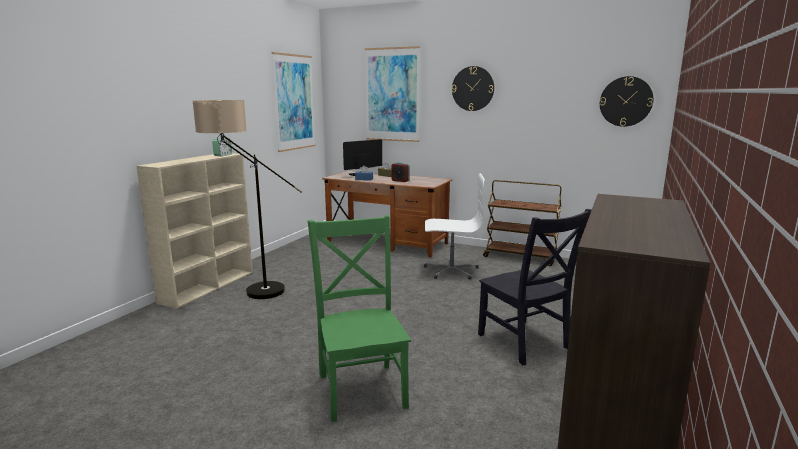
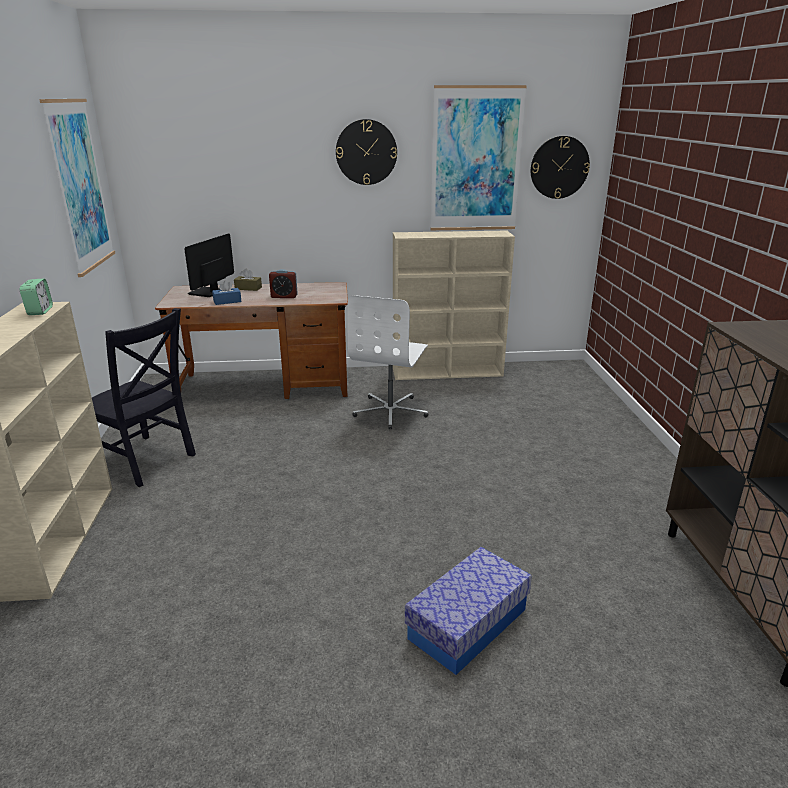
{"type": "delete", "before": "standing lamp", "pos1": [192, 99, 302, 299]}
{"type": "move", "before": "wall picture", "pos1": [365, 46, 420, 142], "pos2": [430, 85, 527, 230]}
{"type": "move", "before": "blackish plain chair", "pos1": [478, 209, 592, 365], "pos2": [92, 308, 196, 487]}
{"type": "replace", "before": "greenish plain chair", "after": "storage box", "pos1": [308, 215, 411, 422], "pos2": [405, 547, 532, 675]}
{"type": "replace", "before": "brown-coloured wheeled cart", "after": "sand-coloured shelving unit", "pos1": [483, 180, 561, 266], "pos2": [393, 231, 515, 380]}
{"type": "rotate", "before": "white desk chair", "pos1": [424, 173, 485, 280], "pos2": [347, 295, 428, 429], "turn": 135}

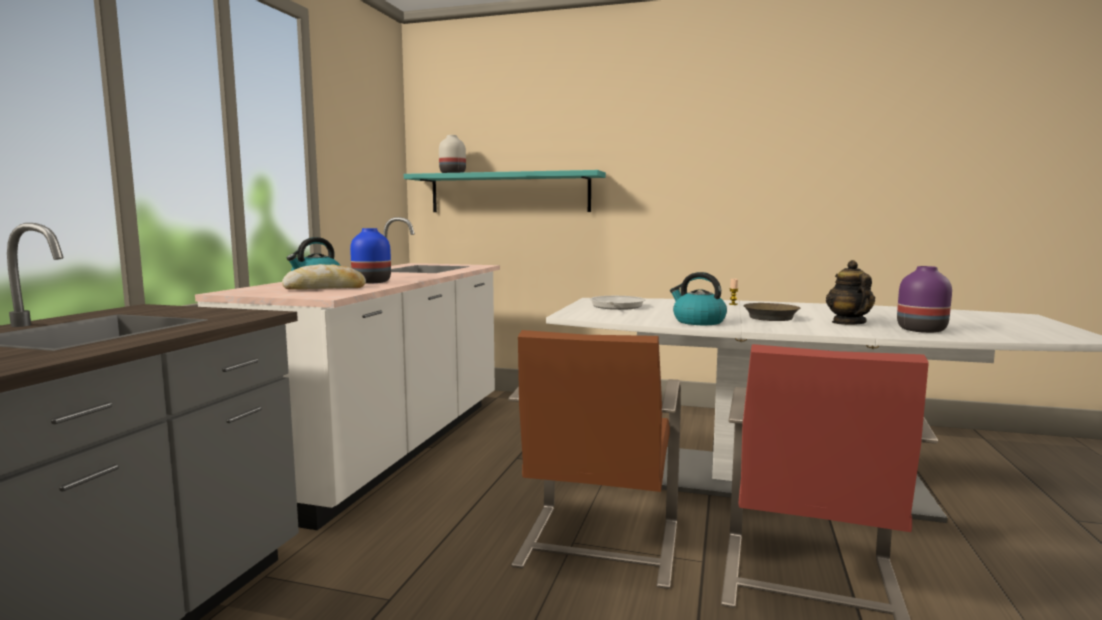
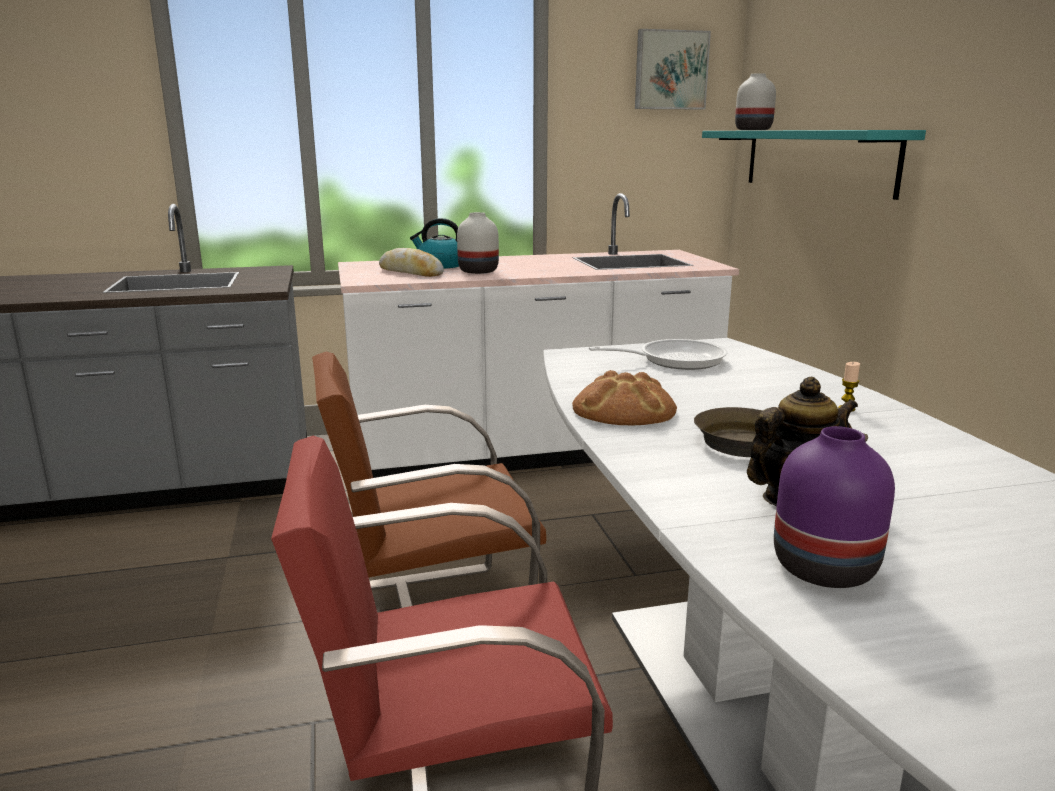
{"type": "insert", "after": "wall picture", "pos2": [635, 29, 711, 110]}
{"type": "replace", "before": "kettle", "after": "bakery bread", "pos1": [670, 272, 727, 325], "pos2": [572, 370, 677, 425]}
{"type": "recolor", "before": "bluish decorative vase", "after": "white decorative vase", "pos1": [350, 228, 391, 284], "pos2": [457, 212, 499, 274]}

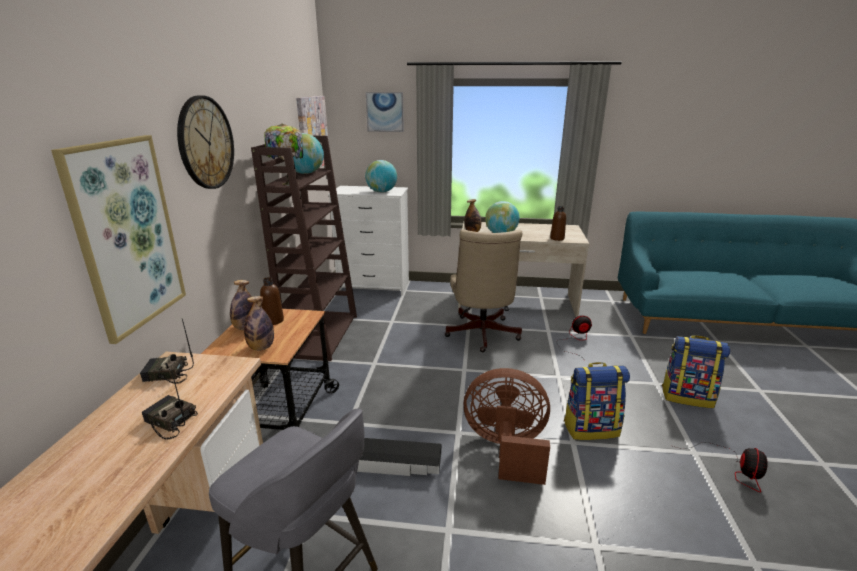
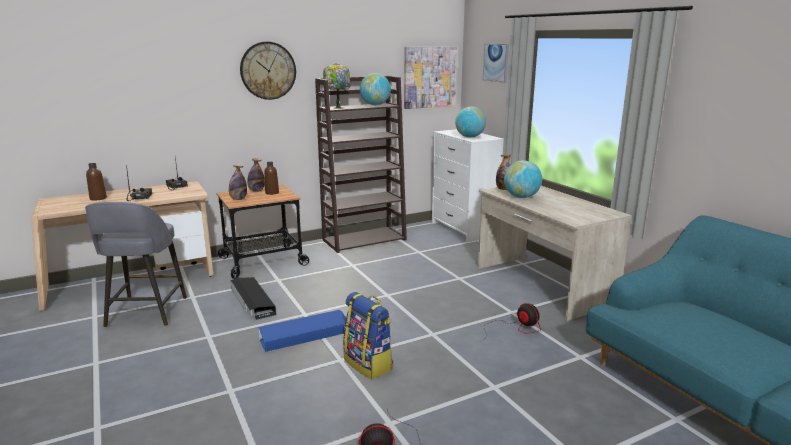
{"type": "delete", "before": "wall picture", "pos1": [51, 135, 186, 344]}
{"type": "delete", "before": "sand-coloured desk chair", "pos1": [445, 230, 522, 352]}
{"type": "delete", "before": "knapsack", "pos1": [662, 335, 730, 408]}
{"type": "move", "before": "brown-coloured beverage bottle", "pos1": [550, 206, 566, 241], "pos2": [86, 163, 107, 201]}
{"type": "replace", "before": "brown-coloured electric fan", "after": "bluish storage box", "pos1": [463, 368, 550, 485], "pos2": [258, 310, 346, 352]}

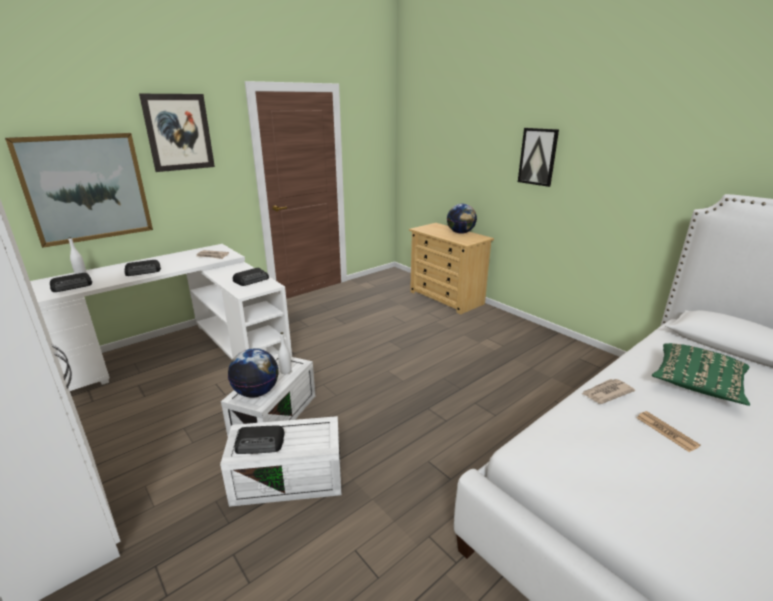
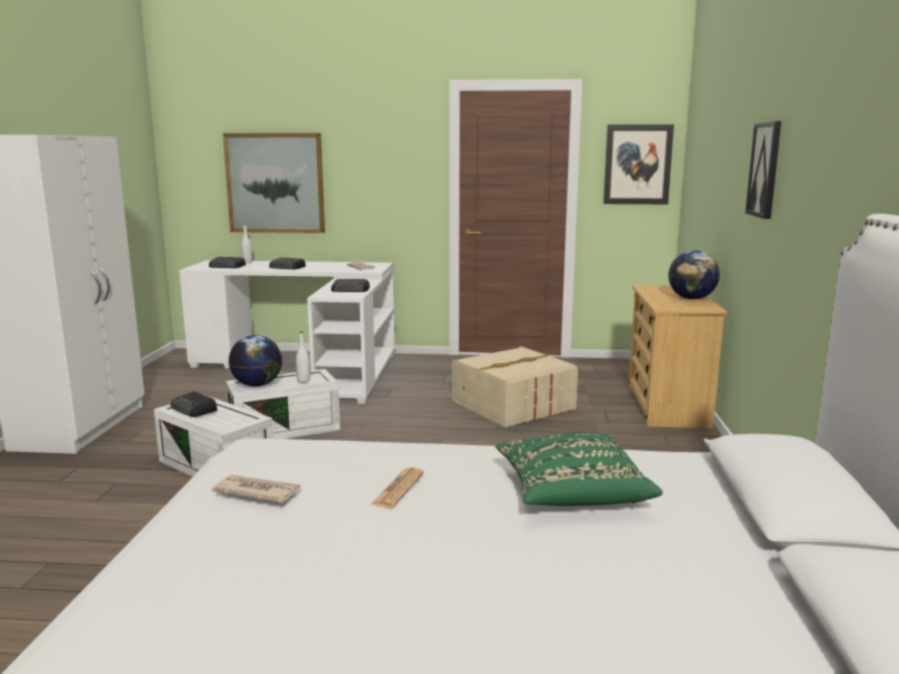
{"type": "insert", "after": "sand-coloured storage box", "pos2": [452, 346, 578, 427]}
{"type": "move", "before": "wall picture", "pos1": [139, 94, 215, 172], "pos2": [603, 124, 674, 204]}
{"type": "move", "before": "printed paper", "pos1": [582, 379, 635, 404], "pos2": [211, 475, 301, 503]}

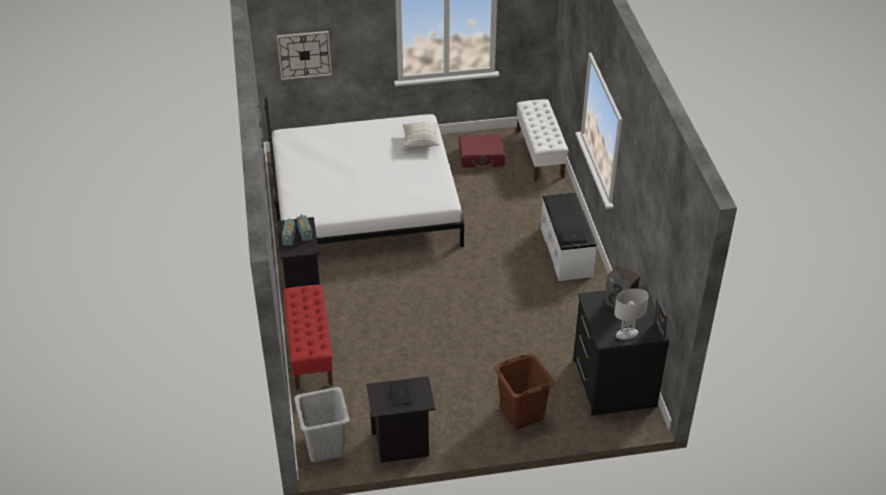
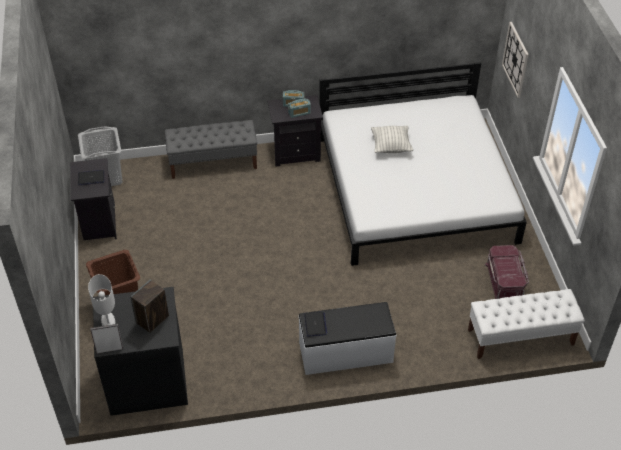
{"type": "move", "before": "throw pillow", "pos1": [403, 122, 440, 148], "pos2": [371, 125, 413, 153]}
{"type": "replace", "before": "red piece of luggage", "after": "red storage box", "pos1": [459, 134, 505, 169], "pos2": [485, 245, 529, 299]}
{"type": "recolor", "before": "red bench", "after": "gray bench", "pos1": [283, 285, 333, 390], "pos2": [165, 120, 257, 179]}

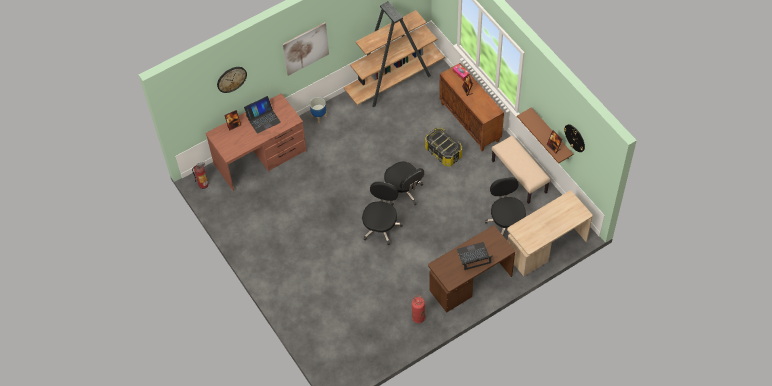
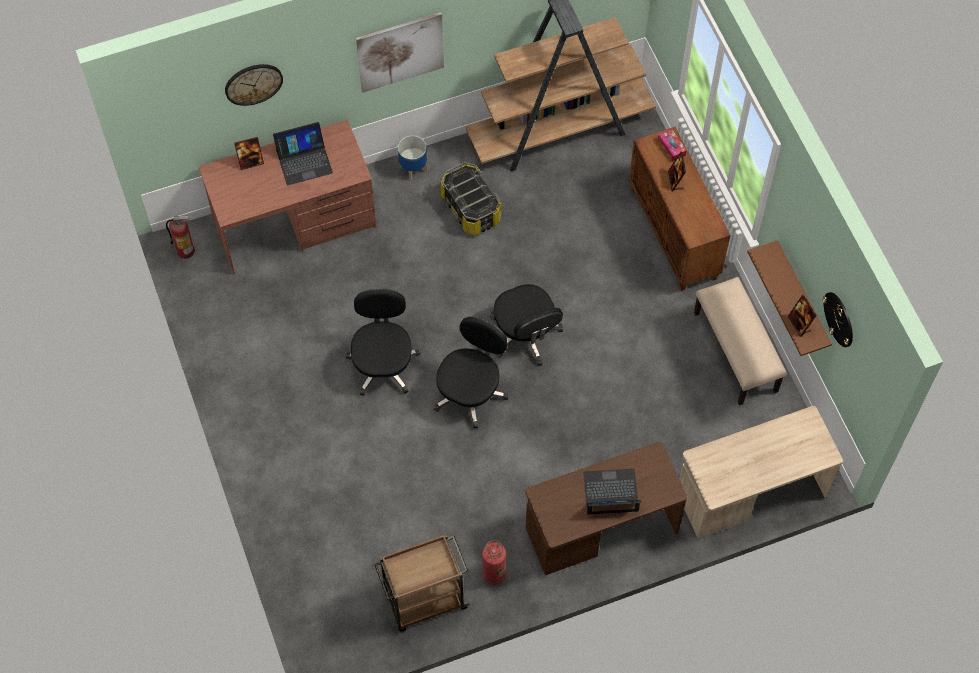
{"type": "insert", "after": "brown-coloured wheeled cart", "pos2": [374, 534, 470, 632]}
{"type": "move", "before": "storage box", "pos1": [425, 127, 462, 166], "pos2": [441, 162, 501, 236]}
{"type": "move", "before": "blackish desk chair", "pos1": [485, 177, 526, 235], "pos2": [346, 289, 420, 396]}

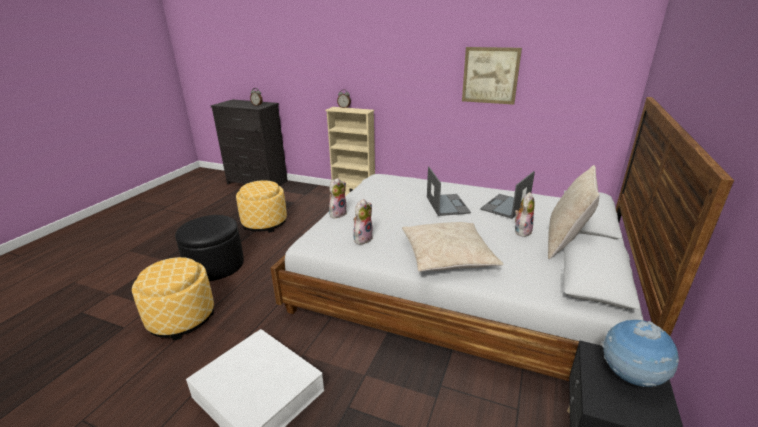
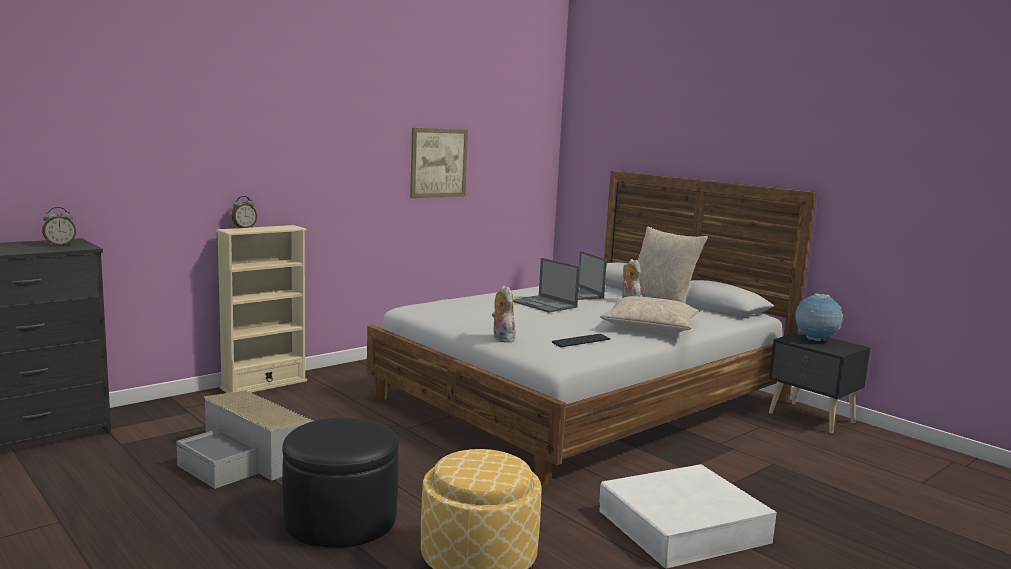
{"type": "replace", "before": "ottoman", "after": "gray storage box", "pos1": [236, 180, 287, 233], "pos2": [176, 390, 314, 489]}
{"type": "replace", "before": "plush toy", "after": "computer keyboard", "pos1": [353, 199, 373, 245], "pos2": [552, 334, 610, 347]}
{"type": "rotate", "before": "portable computer", "pos1": [427, 167, 471, 216], "pos2": [513, 258, 580, 313], "turn": -150}

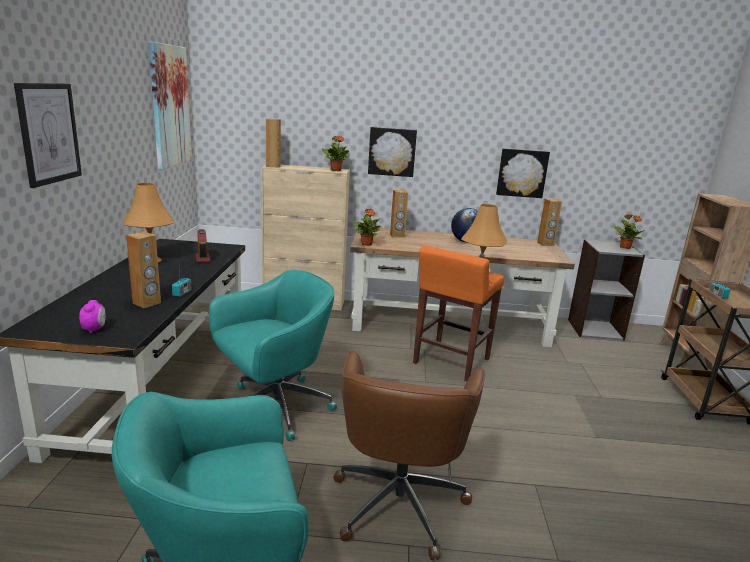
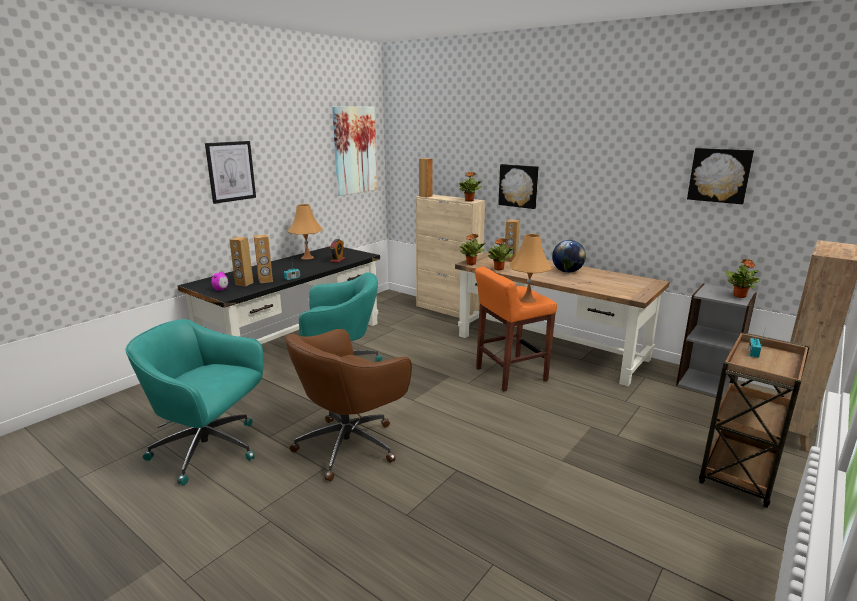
{"type": "insert", "after": "houseplant", "pos2": [488, 238, 513, 270]}
{"type": "move", "before": "wall picture", "pos1": [496, 148, 550, 198], "pos2": [687, 148, 754, 204]}
{"type": "move", "before": "brown-coloured loudspeaker", "pos1": [537, 199, 562, 246], "pos2": [229, 237, 254, 286]}

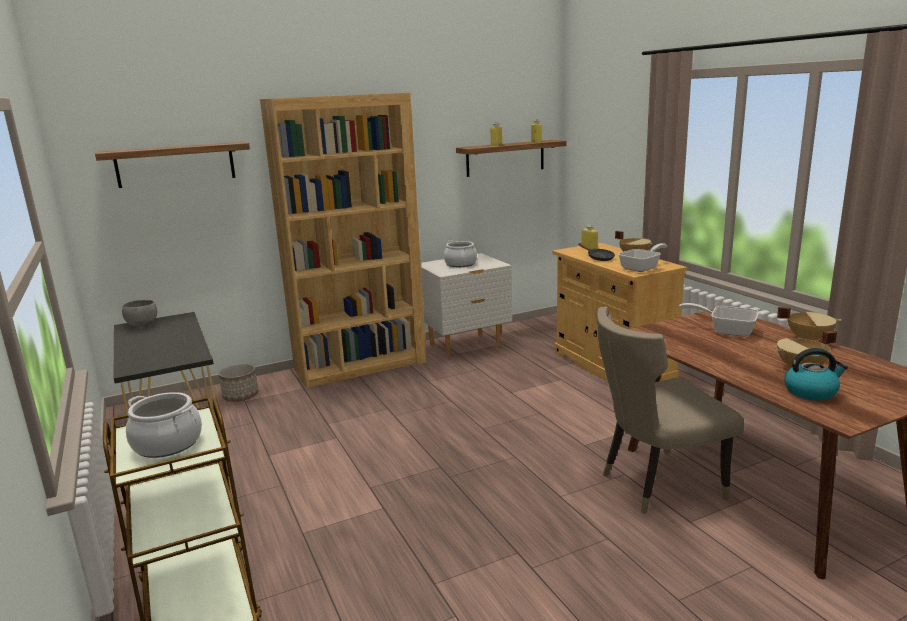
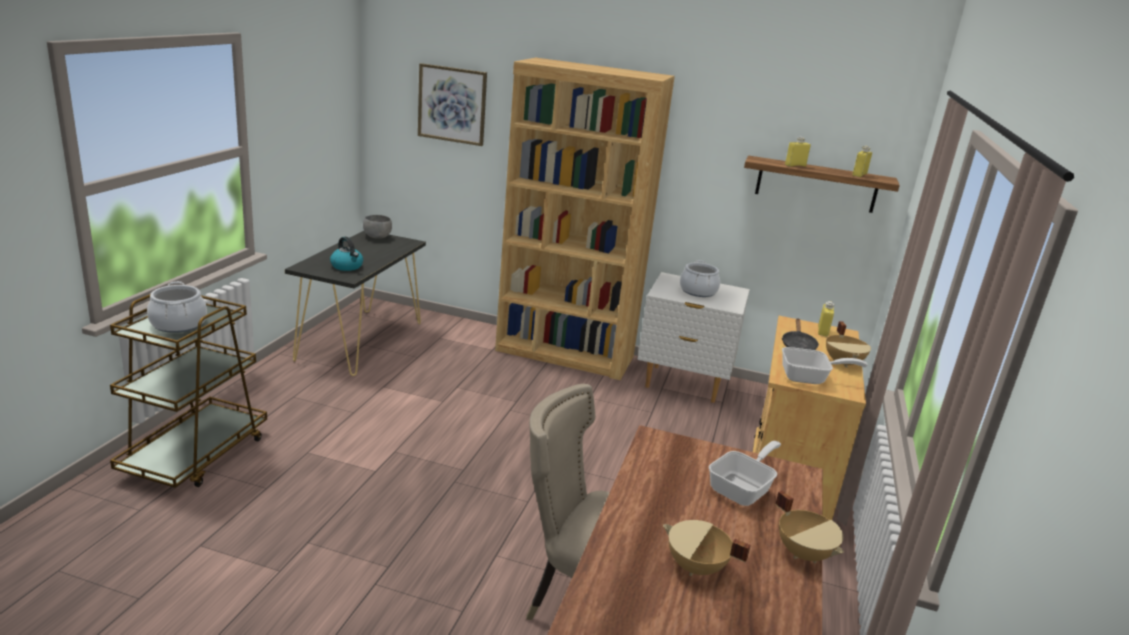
{"type": "delete", "before": "plant pot", "pos1": [218, 363, 258, 402]}
{"type": "move", "before": "kettle", "pos1": [784, 348, 848, 401], "pos2": [330, 237, 363, 271]}
{"type": "replace", "before": "bracket shelf", "after": "wall picture", "pos1": [95, 142, 250, 188], "pos2": [418, 63, 487, 146]}
{"type": "rotate", "before": "frying pan", "pos1": [679, 303, 759, 337], "pos2": [709, 441, 781, 506], "turn": 60}

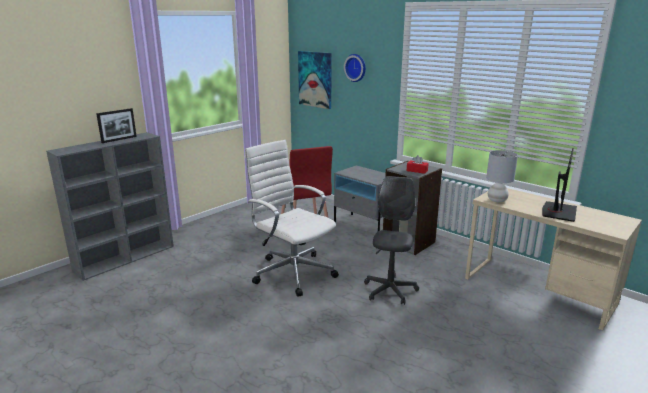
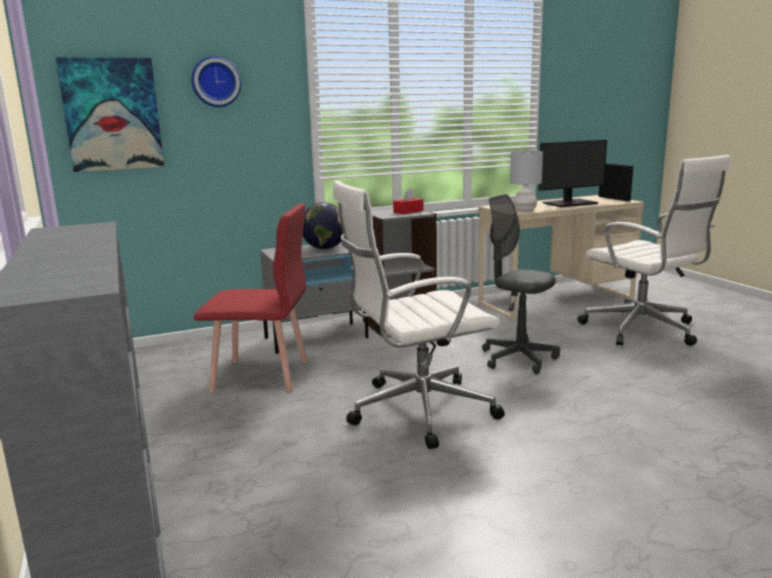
{"type": "insert", "after": "world globe", "pos2": [303, 202, 343, 249]}
{"type": "insert", "after": "white desk chair", "pos2": [577, 155, 730, 346]}
{"type": "move", "before": "photo frame", "pos1": [96, 108, 137, 143], "pos2": [599, 163, 633, 202]}
{"type": "rotate", "before": "computer display", "pos1": [542, 148, 577, 222], "pos2": [538, 140, 607, 207], "turn": 105}

